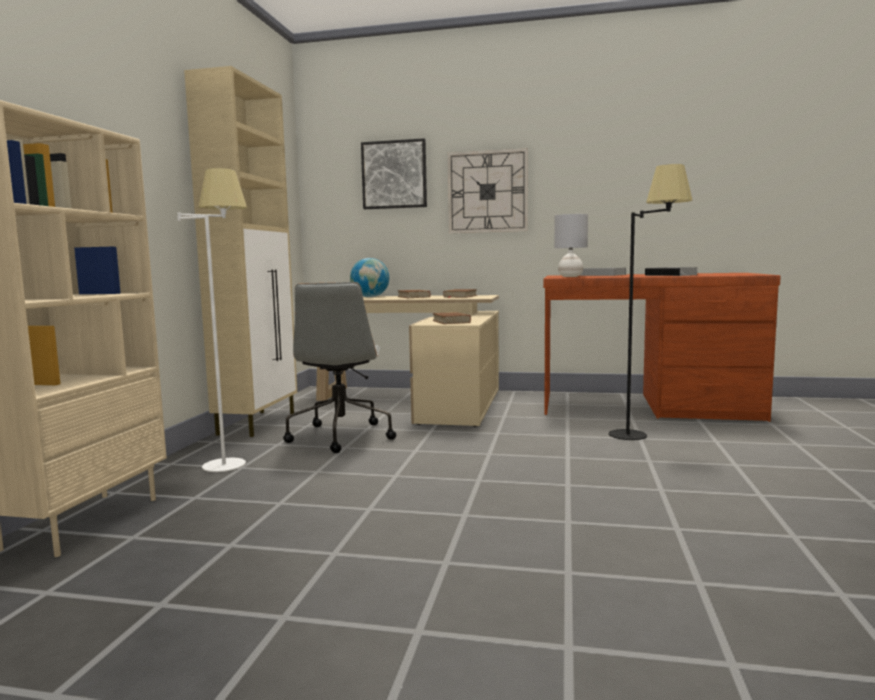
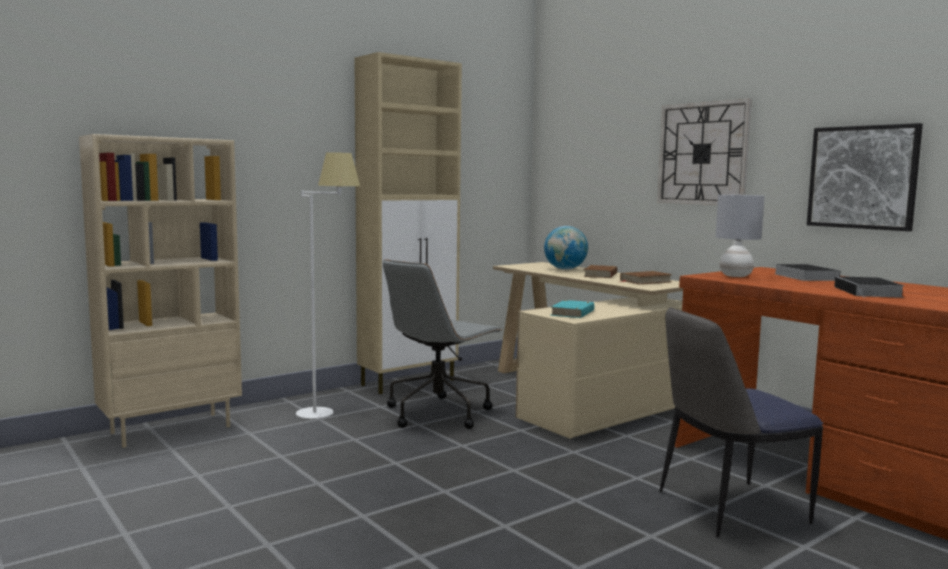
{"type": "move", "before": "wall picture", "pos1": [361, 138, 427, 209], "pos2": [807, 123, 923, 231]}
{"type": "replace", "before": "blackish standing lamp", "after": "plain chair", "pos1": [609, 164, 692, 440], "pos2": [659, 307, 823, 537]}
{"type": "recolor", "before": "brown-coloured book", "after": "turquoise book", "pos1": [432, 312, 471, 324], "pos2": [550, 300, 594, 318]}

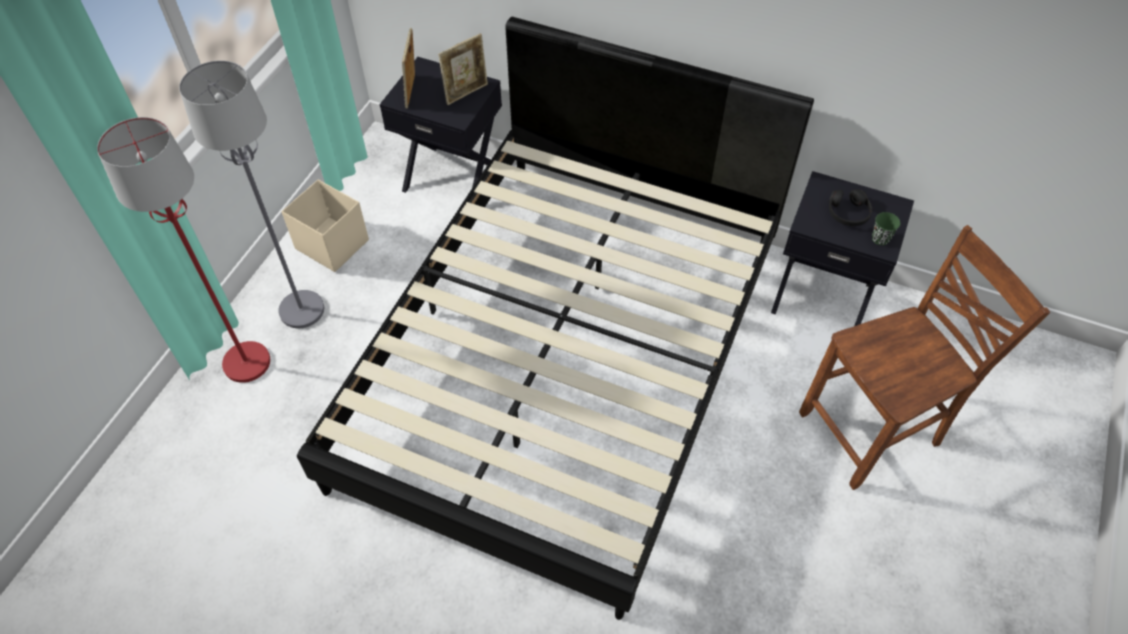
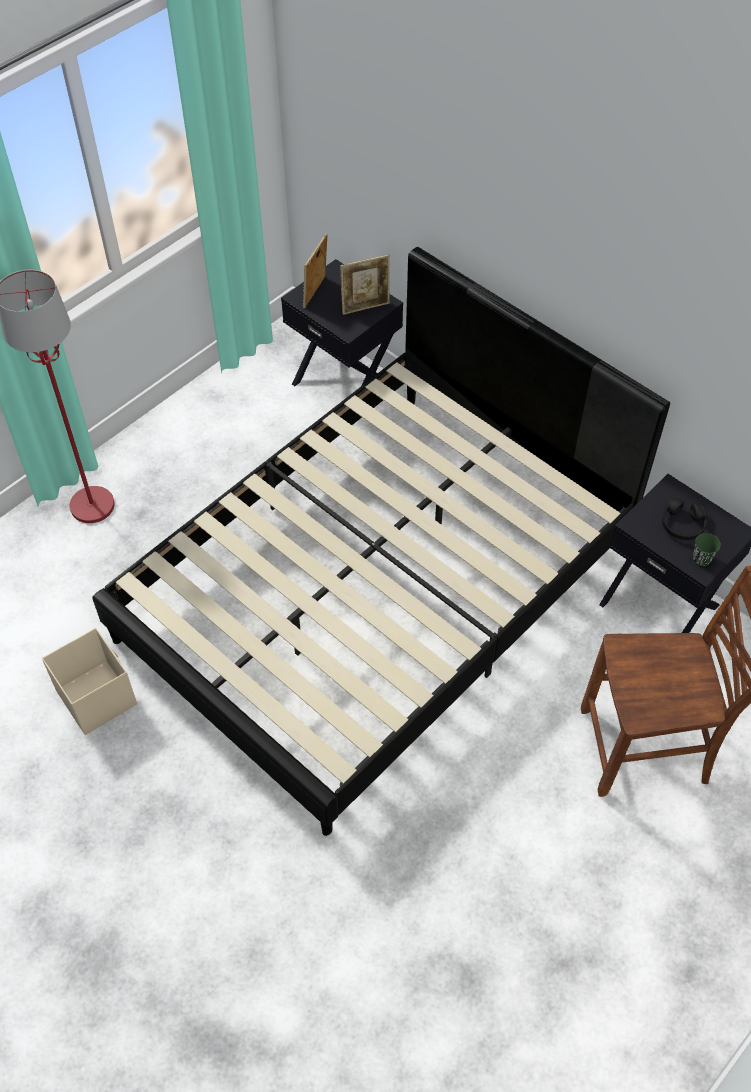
{"type": "delete", "before": "gray standing lamp", "pos1": [179, 60, 324, 328]}
{"type": "move", "before": "sand-coloured storage box", "pos1": [281, 180, 369, 272], "pos2": [42, 628, 137, 735]}

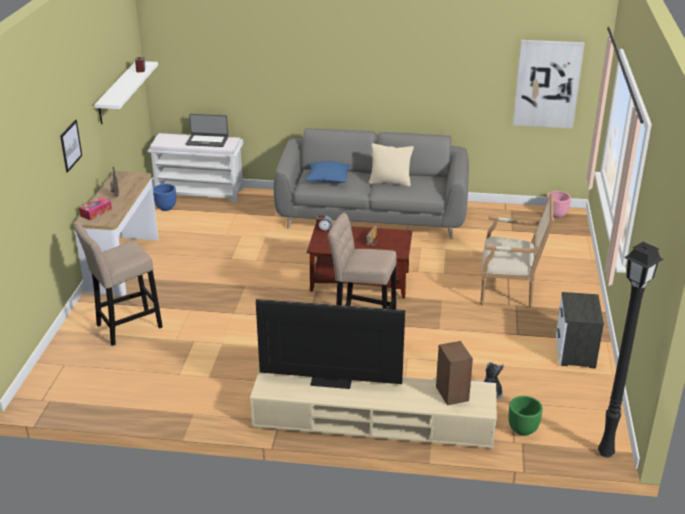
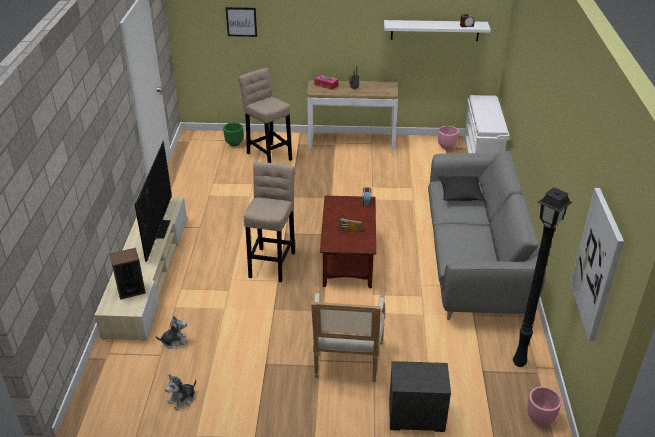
{"type": "delete", "before": "portable computer", "pos1": [186, 114, 228, 147]}
{"type": "delete", "before": "sand-coloured throw pillow", "pos1": [369, 143, 414, 187]}
{"type": "insert", "after": "plush toy", "pos2": [165, 374, 196, 411]}
{"type": "move", "before": "wall picture", "pos1": [60, 120, 82, 173], "pos2": [226, 7, 257, 37]}
{"type": "move", "before": "greenish plant pot", "pos1": [509, 396, 543, 436], "pos2": [223, 123, 243, 146]}
{"type": "move", "before": "nightstand", "pos1": [556, 292, 604, 369], "pos2": [389, 361, 451, 432]}
{"type": "move", "before": "blackish standing lamp", "pos1": [598, 242, 664, 458], "pos2": [513, 187, 572, 367]}
{"type": "recolor", "before": "bluish plant pot", "after": "pinkish plant pot", "pos1": [153, 184, 176, 211], "pos2": [438, 126, 459, 150]}
{"type": "recolor", "before": "bluish throw pillow", "after": "blackish throw pillow", "pos1": [305, 161, 351, 183], "pos2": [439, 176, 485, 201]}

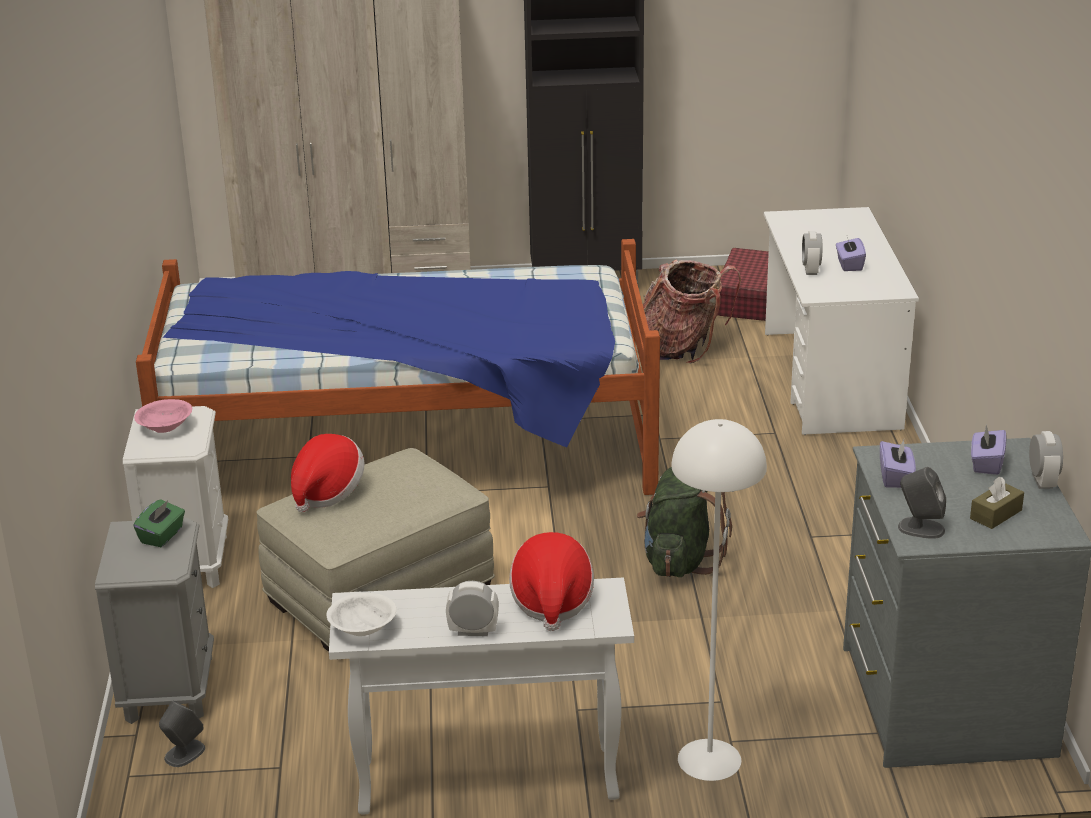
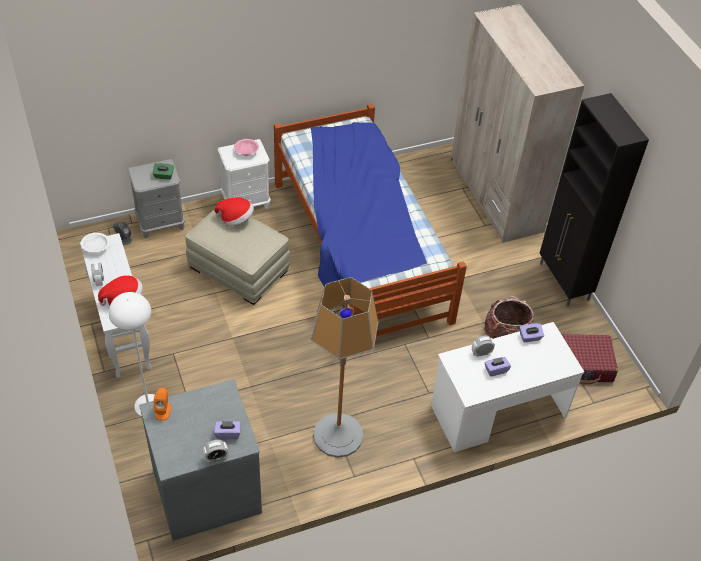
{"type": "delete", "before": "greenish knapsack", "pos1": [637, 467, 732, 577]}
{"type": "delete", "before": "brown-coloured tissue box", "pos1": [970, 476, 1024, 529]}
{"type": "insert", "after": "standing lamp", "pos2": [310, 277, 379, 458]}
{"type": "move", "before": "purplish tissue box", "pos1": [880, 440, 916, 488], "pos2": [519, 323, 544, 342]}
{"type": "recolor", "before": "gray loudspeaker", "after": "orange loudspeaker", "pos1": [898, 467, 946, 539], "pos2": [154, 388, 171, 421]}

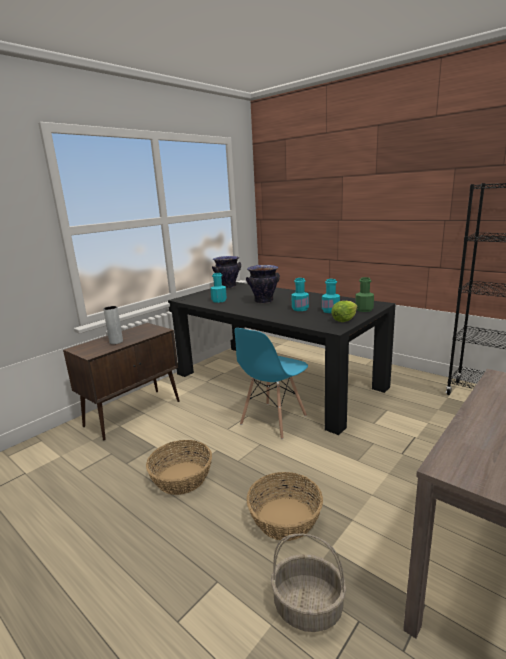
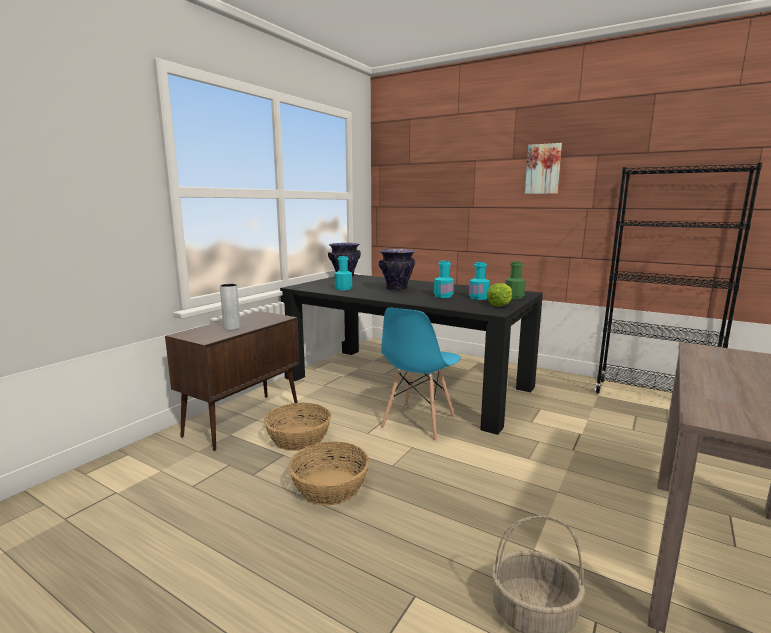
{"type": "insert", "after": "wall picture", "pos2": [525, 143, 562, 194]}
{"type": "move", "before": "storage basket", "pos1": [247, 472, 323, 541], "pos2": [264, 403, 331, 451]}

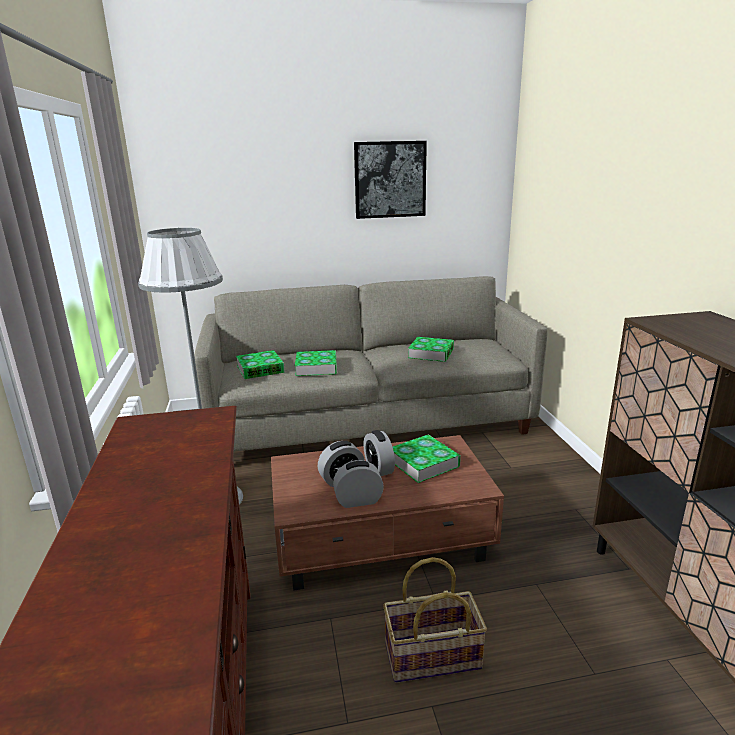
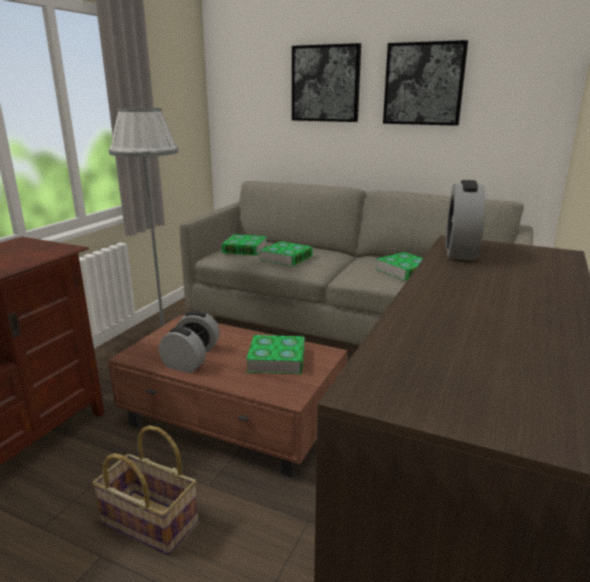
{"type": "insert", "after": "wall picture", "pos2": [292, 43, 361, 122]}
{"type": "move", "before": "bedside clock", "pos1": [363, 430, 395, 476], "pos2": [446, 180, 486, 260]}

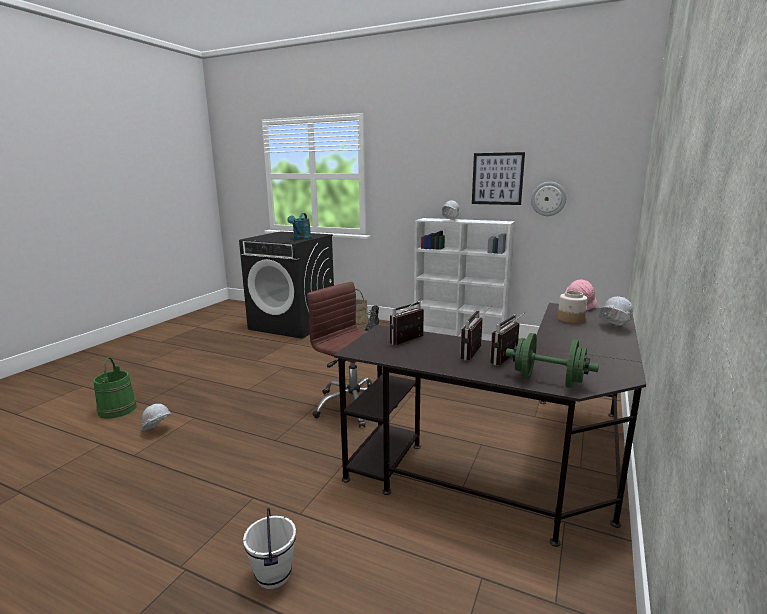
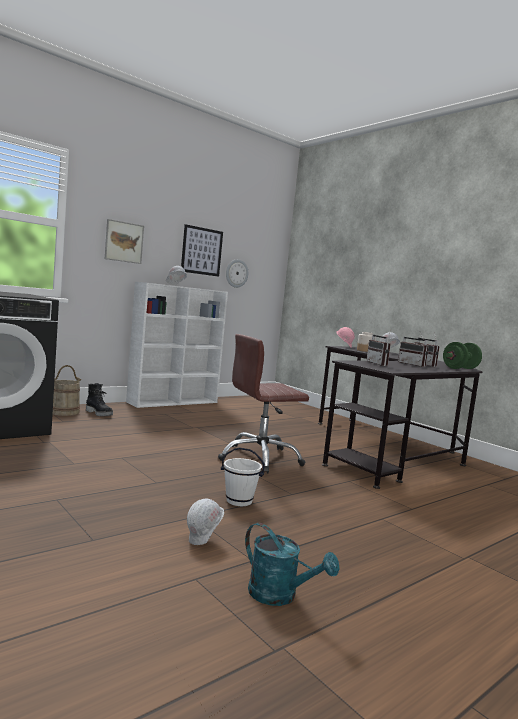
{"type": "delete", "before": "greenish pail", "pos1": [93, 357, 137, 419]}
{"type": "insert", "after": "wall picture", "pos2": [105, 219, 144, 264]}
{"type": "move", "before": "white pail", "pos1": [243, 508, 296, 589], "pos2": [221, 447, 265, 506]}
{"type": "move", "before": "turquoise watering can", "pos1": [287, 213, 311, 240], "pos2": [245, 523, 339, 606]}

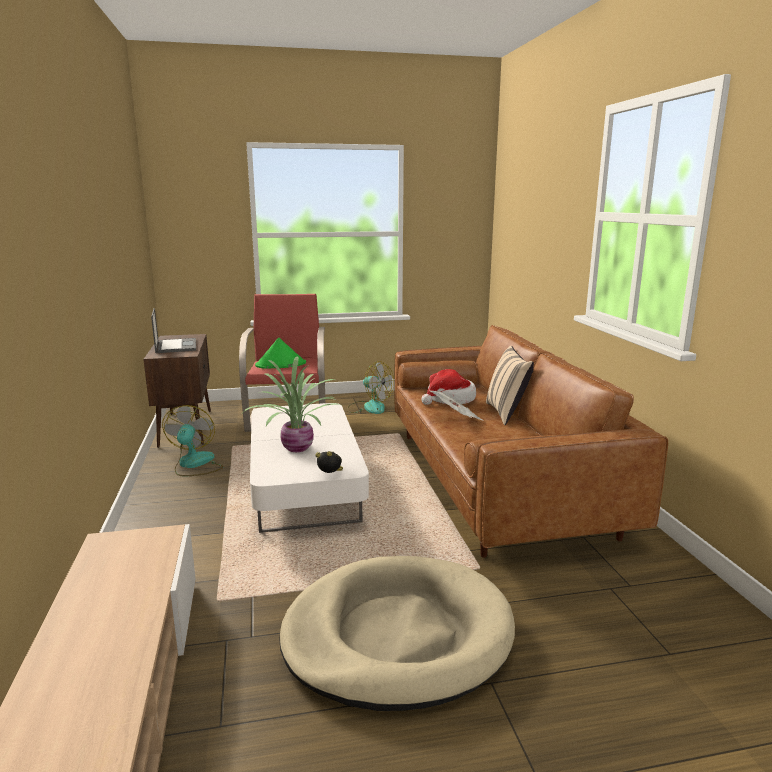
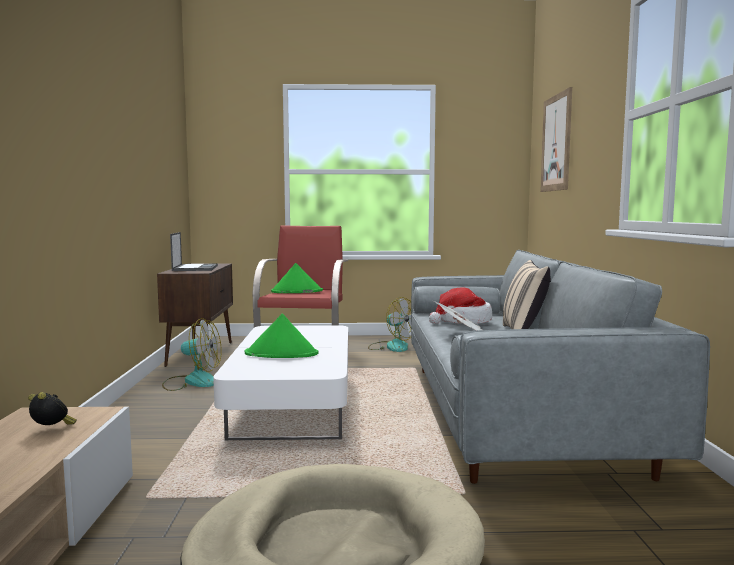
{"type": "insert", "after": "wall picture", "pos2": [540, 87, 572, 192]}
{"type": "move", "before": "bedside clock", "pos1": [316, 451, 343, 473], "pos2": [28, 392, 77, 425]}
{"type": "replace", "before": "houseplant", "after": "greenish clothing hat", "pos1": [243, 356, 340, 452], "pos2": [245, 314, 318, 358]}
{"type": "recolor", "before": "brown-coloured couch", "after": "gray couch", "pos1": [394, 325, 668, 558], "pos2": [411, 250, 710, 484]}
{"type": "rotate", "before": "electric fan", "pos1": [162, 405, 223, 476], "pos2": [162, 318, 222, 391], "turn": 90}

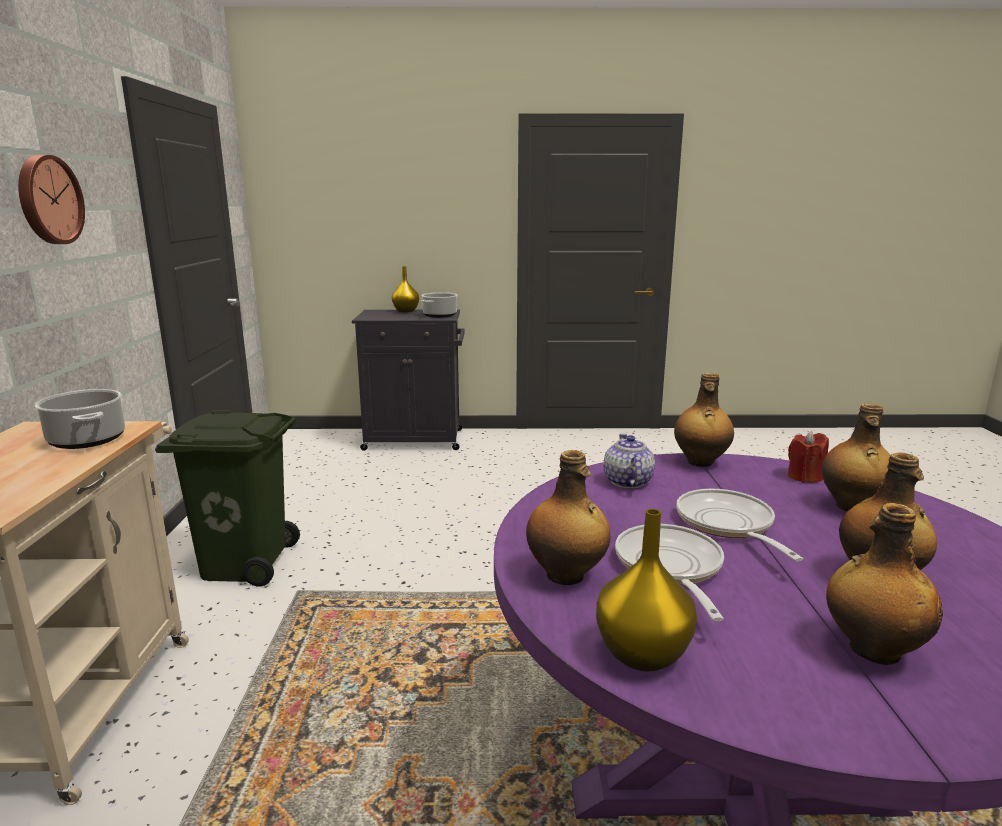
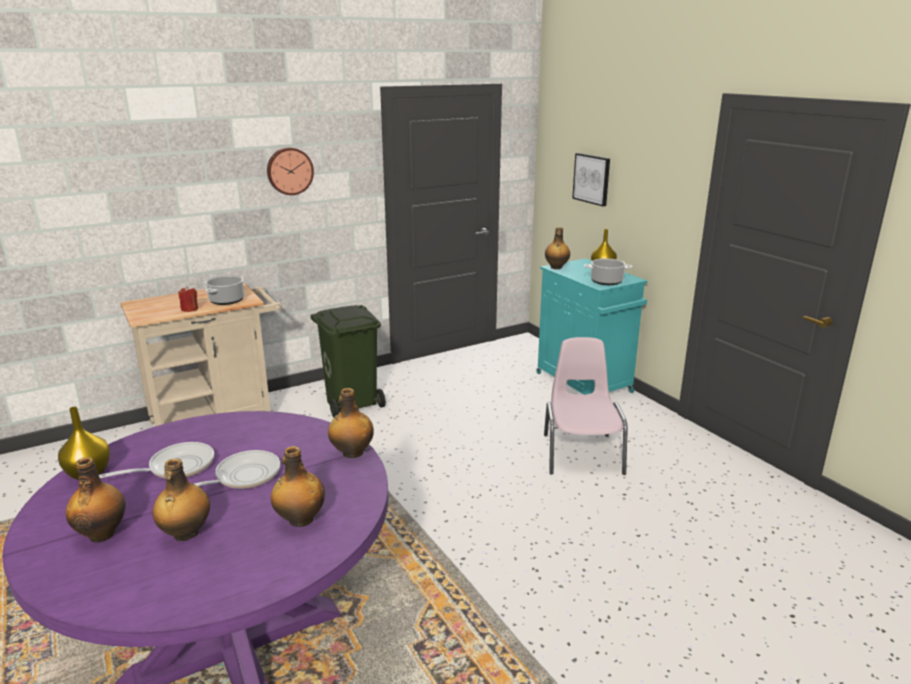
{"type": "delete", "before": "tea pot", "pos1": [604, 434, 655, 488]}
{"type": "insert", "after": "pinkish plain chair", "pos2": [544, 337, 628, 475]}
{"type": "insert", "after": "wall picture", "pos2": [572, 153, 610, 207]}
{"type": "move", "before": "beverage bottle", "pos1": [526, 450, 611, 585], "pos2": [545, 227, 570, 269]}
{"type": "move", "before": "red wax light", "pos1": [788, 431, 829, 483], "pos2": [178, 286, 198, 312]}
{"type": "recolor", "before": "blackish storage cabinet", "after": "turquoise storage cabinet", "pos1": [352, 310, 465, 451], "pos2": [536, 258, 648, 395]}

